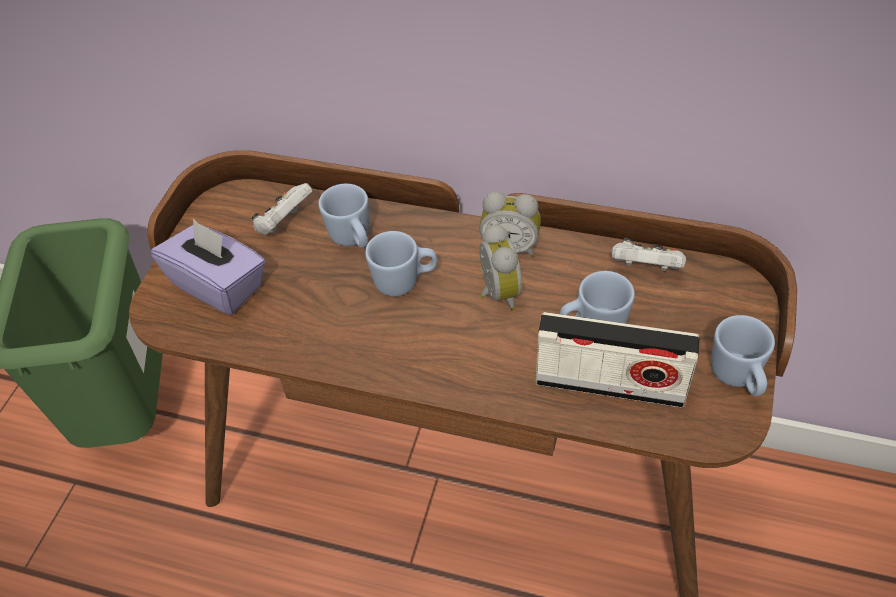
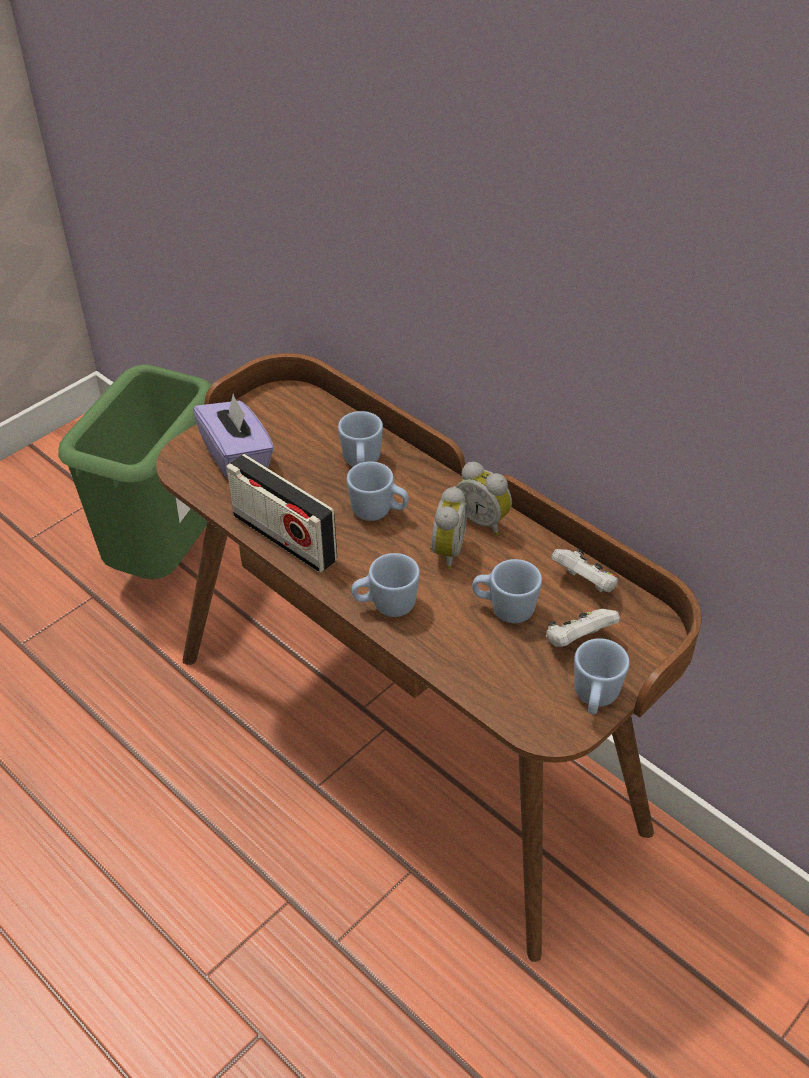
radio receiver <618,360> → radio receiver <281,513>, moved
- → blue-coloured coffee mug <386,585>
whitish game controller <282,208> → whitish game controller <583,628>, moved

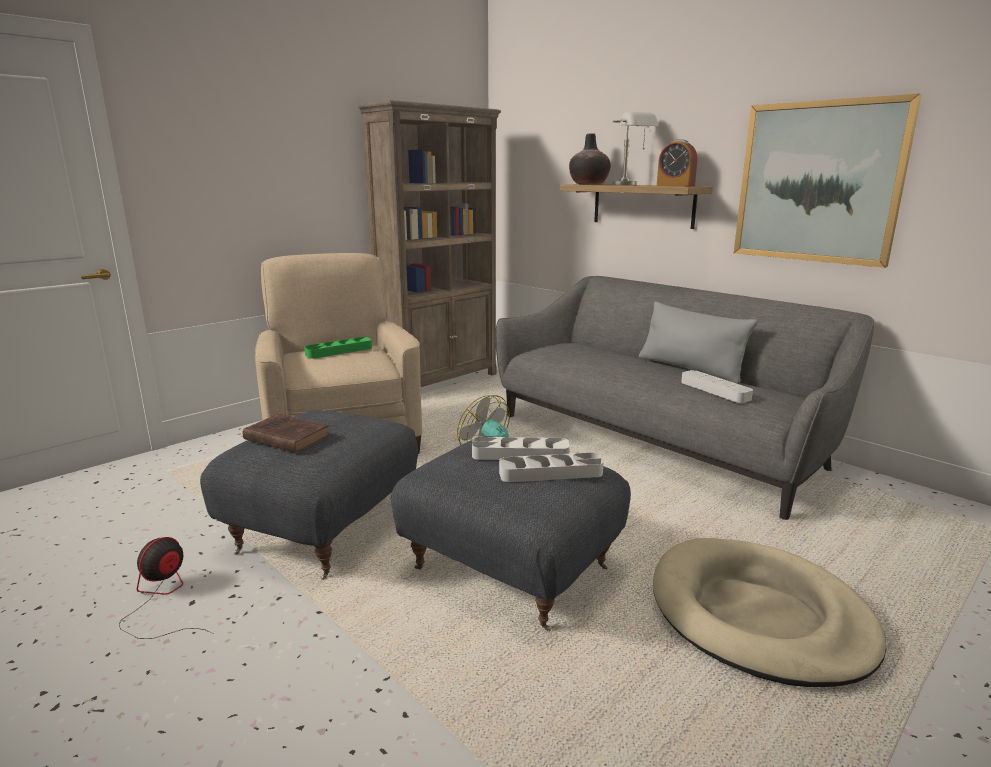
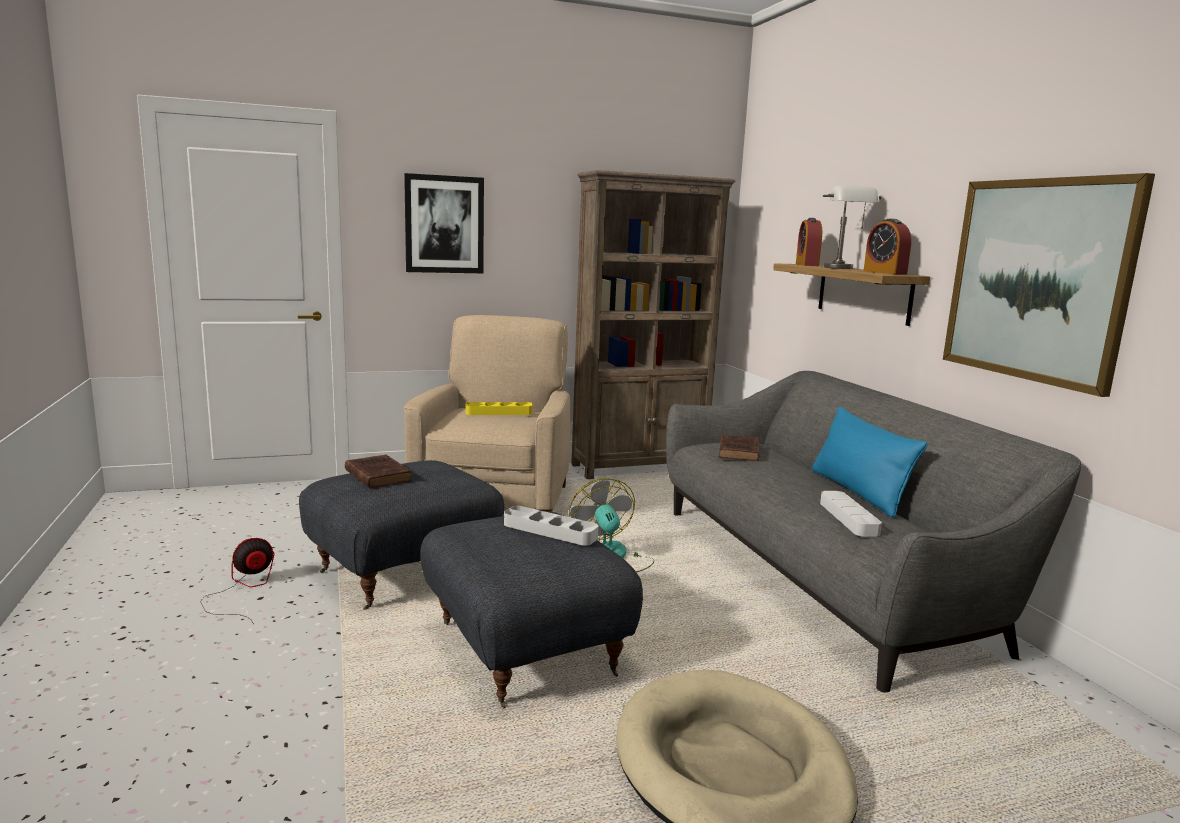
- → wall picture <444,223>
greenish tray <338,348> → yellowish tray <499,408>
- → brown-coloured book <739,447>
flower vase <590,159> → bedside clock <809,242>
gray cushion <698,342> → blue-coloured cushion <870,462>
gray tray <551,467> → -

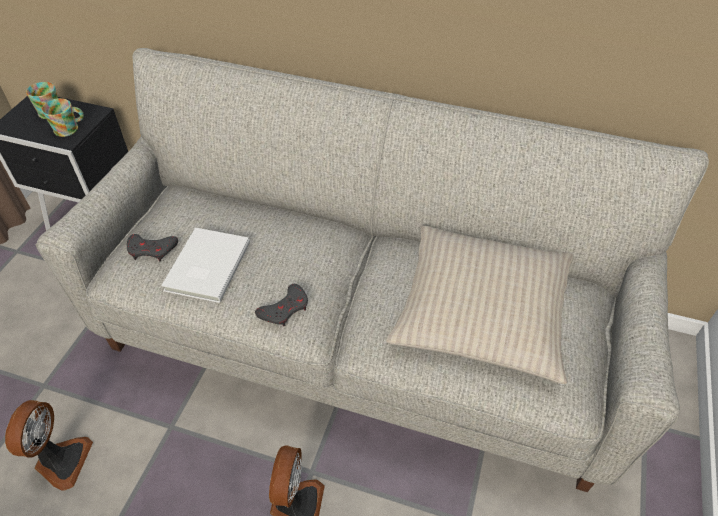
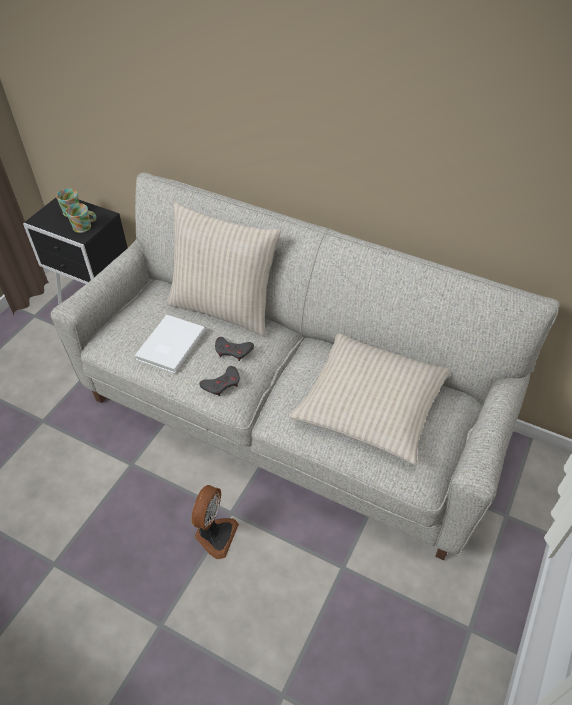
- → sand-coloured cushion <224,269>
gray game controller <152,247> → gray game controller <234,349>, moved
cooling fan <49,445> → -

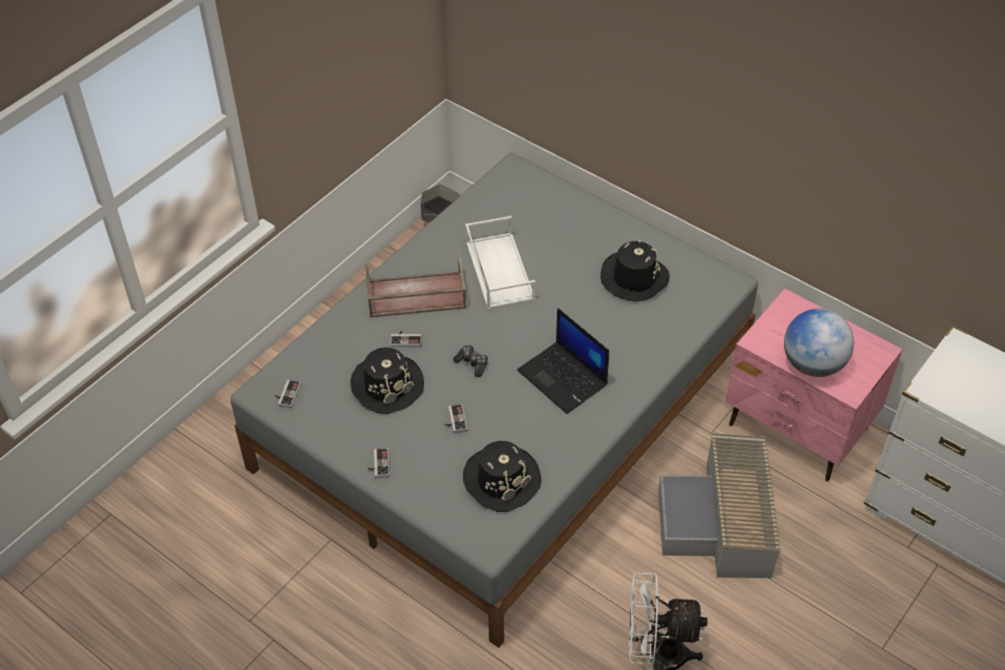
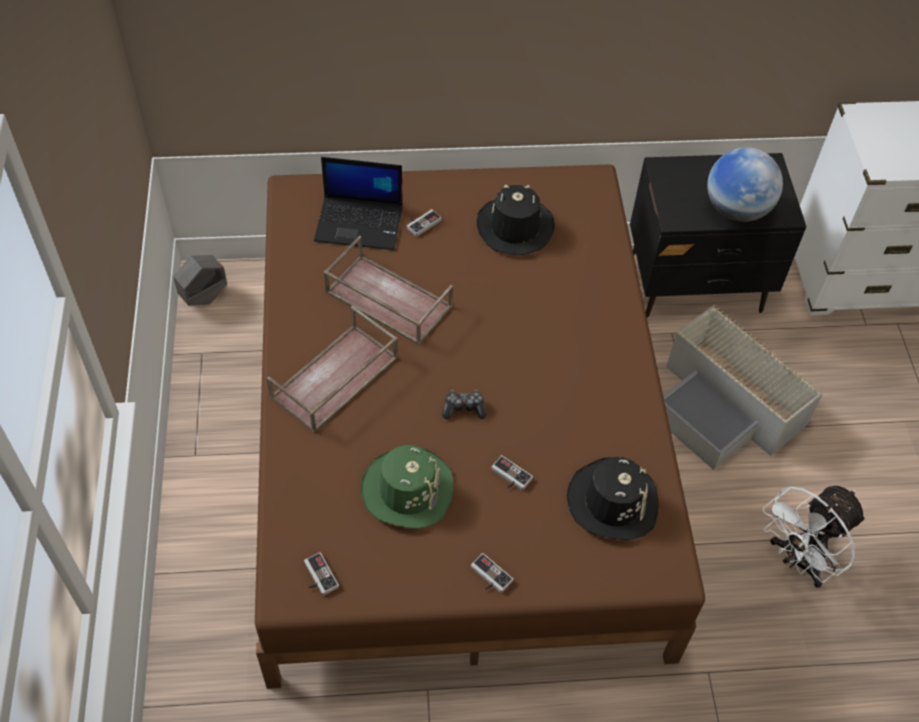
gray bed <494,400> → brown-coloured bed <480,426>
portable computer <563,361> → portable computer <358,203>, moved
whitish tray <500,262> → brown-coloured tray <388,290>
blackish clothing hat <387,380> → greenish clothing hat <407,487>
game controller <406,338> → game controller <424,223>, moved
pink-coloured nightstand <814,385> → blackish nightstand <718,235>

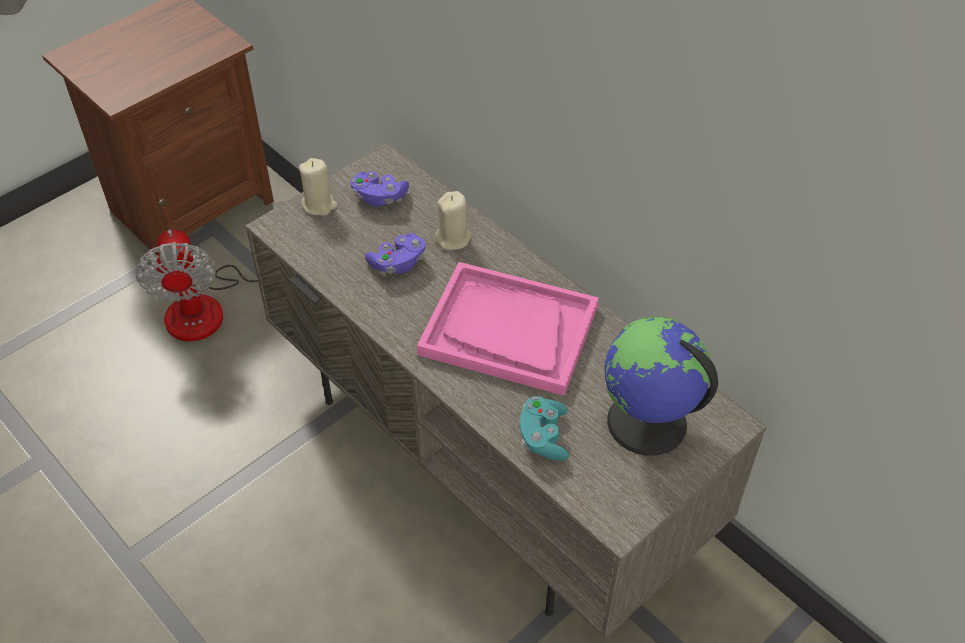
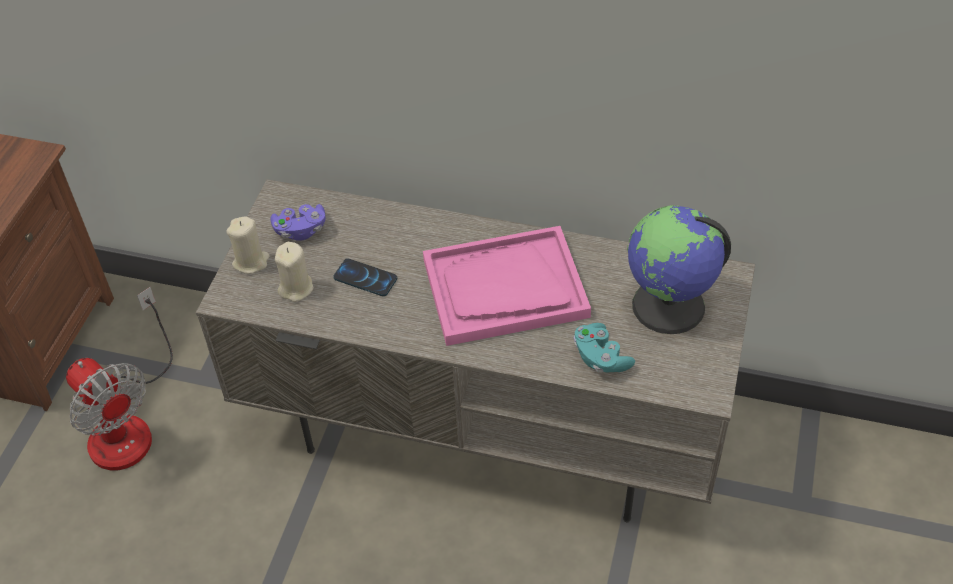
sand-coloured wax light <453,220> → sand-coloured wax light <294,272>, moved
purplish game controller <395,253> → telephone <365,277>

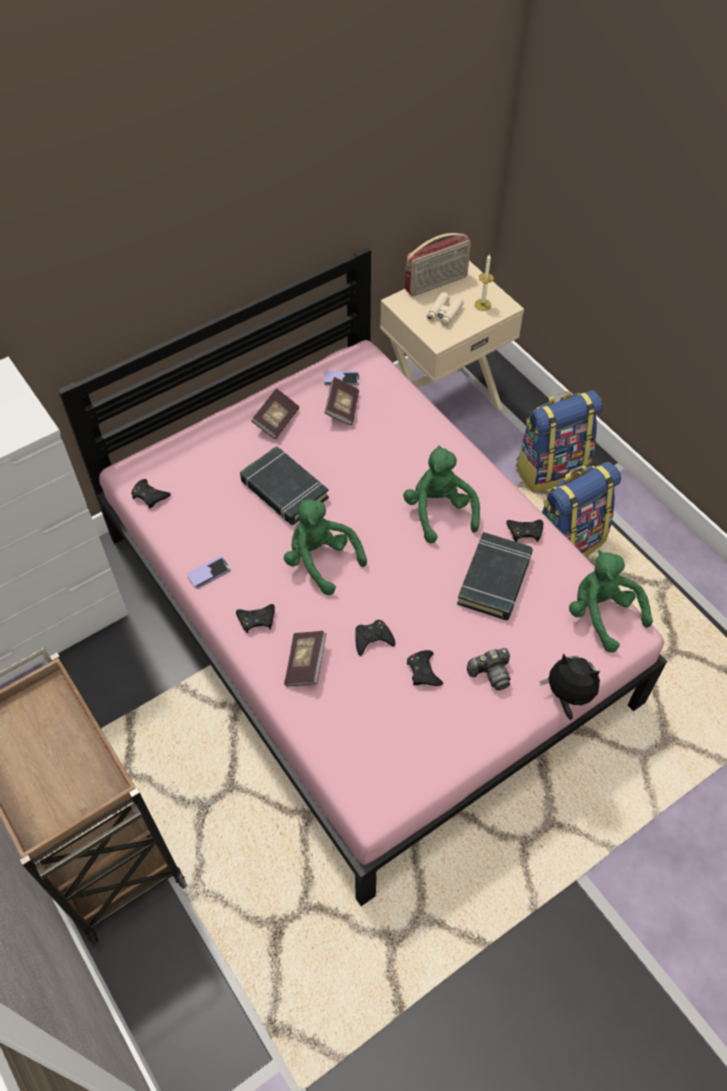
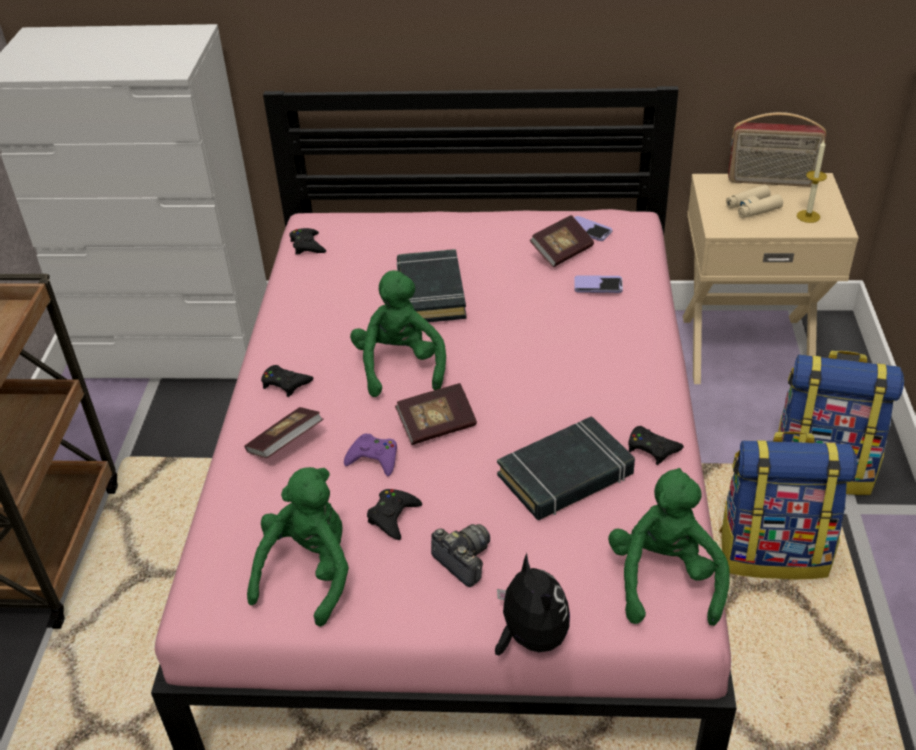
greenish plush toy <441,494> → greenish plush toy <298,547>, moved
blackish game controller <375,638> → purplish game controller <370,455>
book <275,413> → book <436,414>, moved
photo camera <489,669> → photo camera <460,555>, 150 degrees counterclockwise
telephone <209,572> → telephone <598,284>, moved

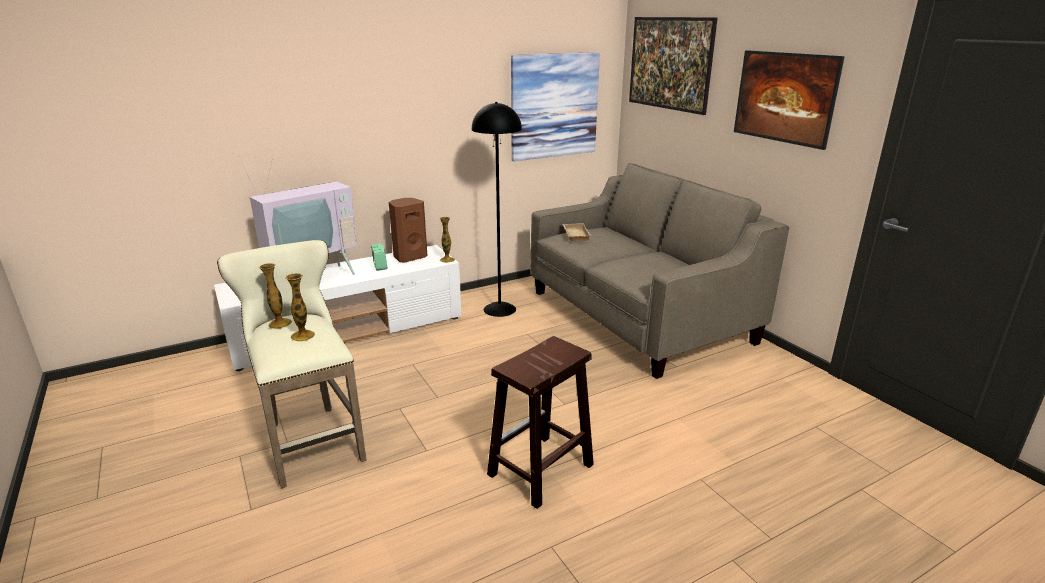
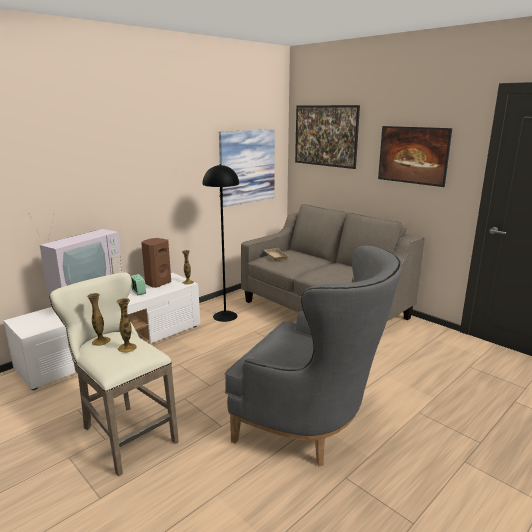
brown-coloured stool <540,422> → gray easy chair <313,355>

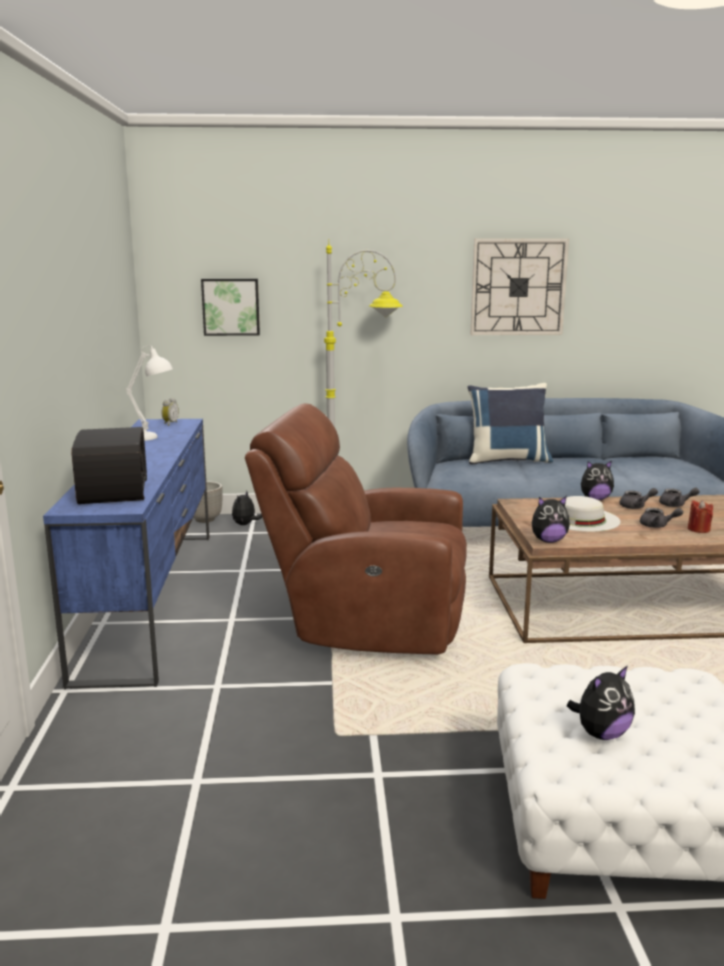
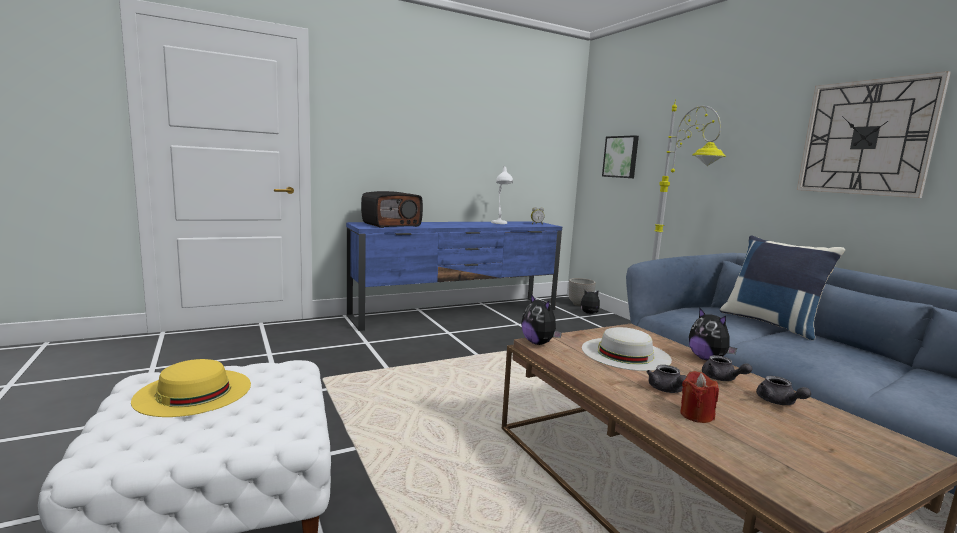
plush toy <601,702> → yellowish clothing hat <191,388>
brown-coloured easy chair <356,529> → -

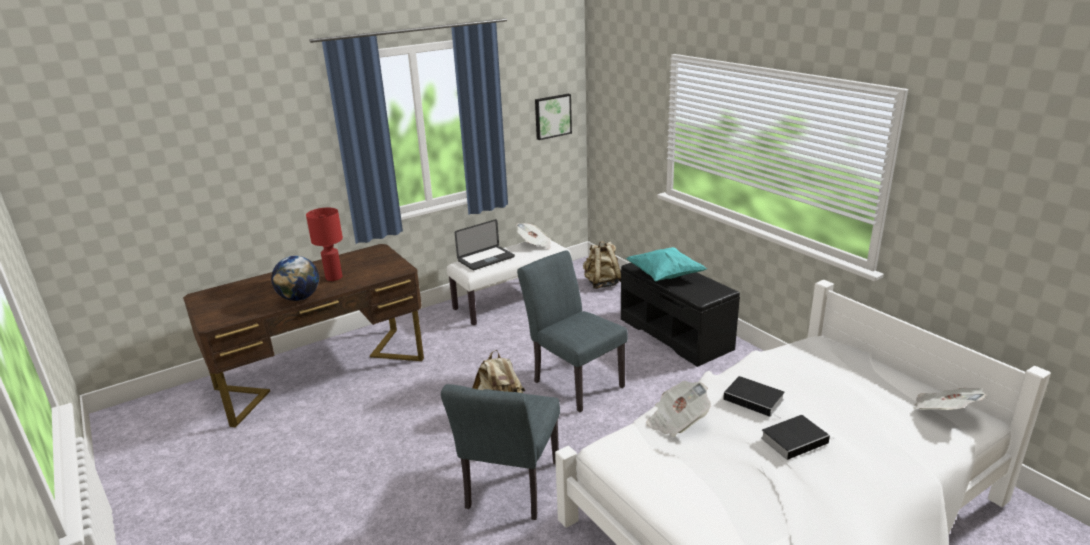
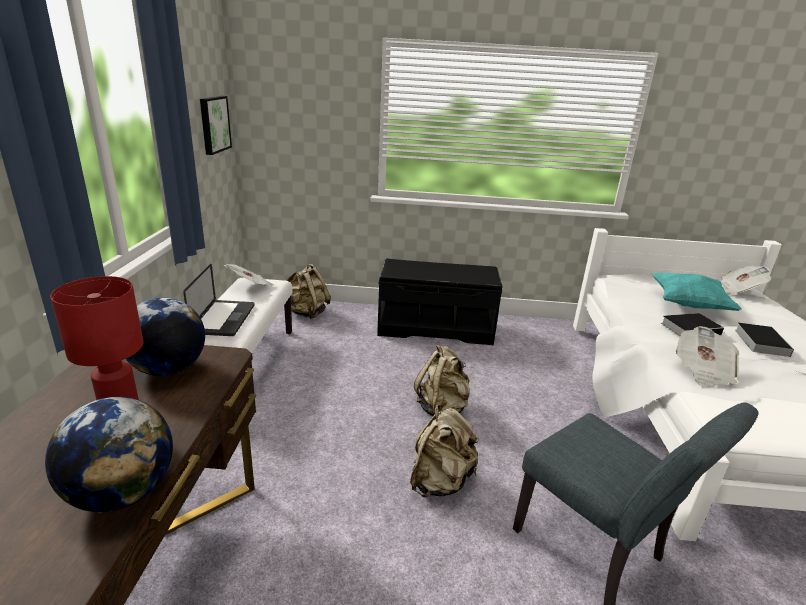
- → globe <165,337>
gray upright chair <572,331> → sand-coloured rucksack <442,380>
turquoise cushion <666,264> → turquoise cushion <697,292>, moved

